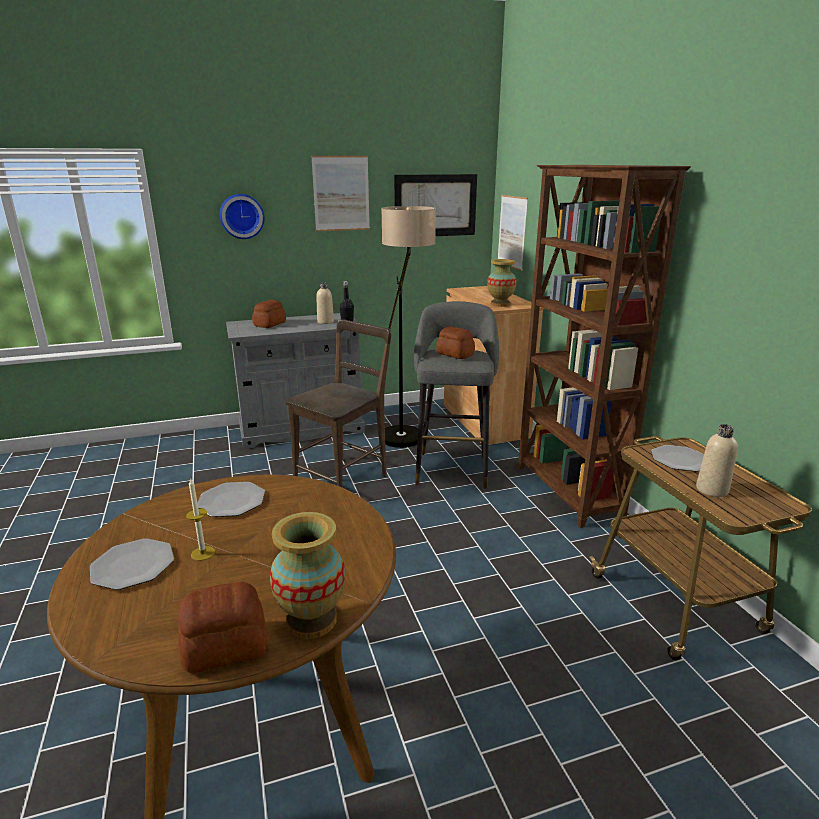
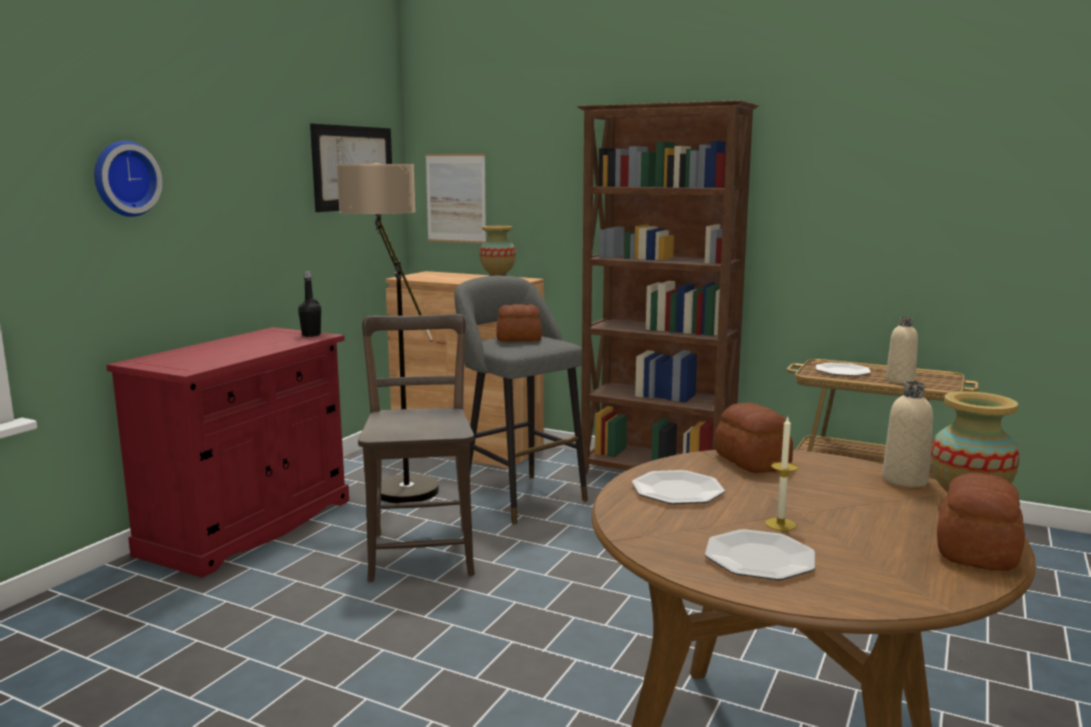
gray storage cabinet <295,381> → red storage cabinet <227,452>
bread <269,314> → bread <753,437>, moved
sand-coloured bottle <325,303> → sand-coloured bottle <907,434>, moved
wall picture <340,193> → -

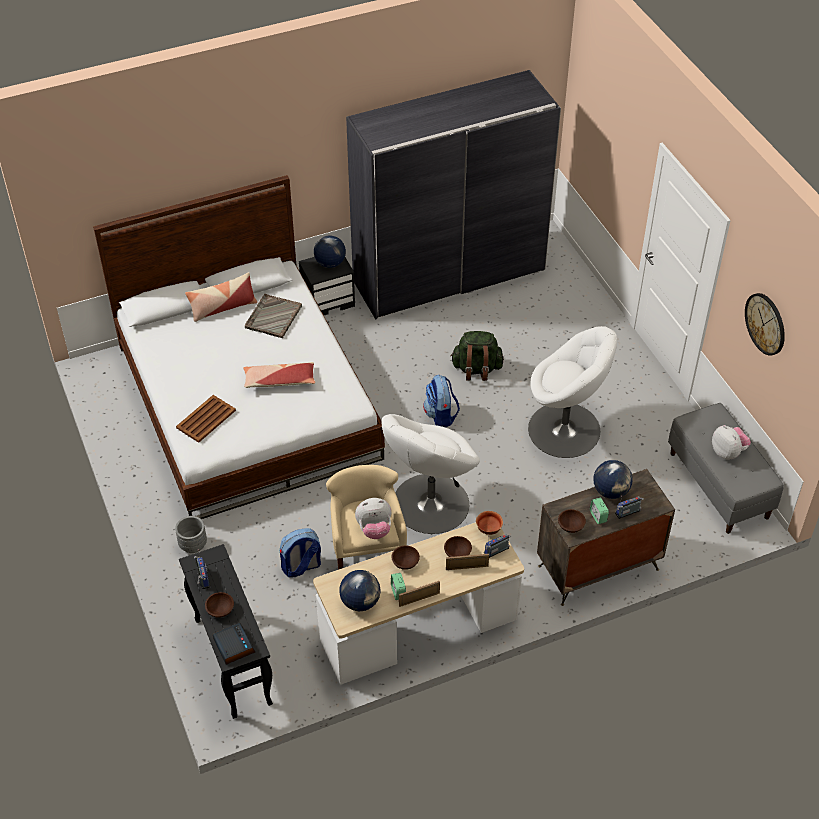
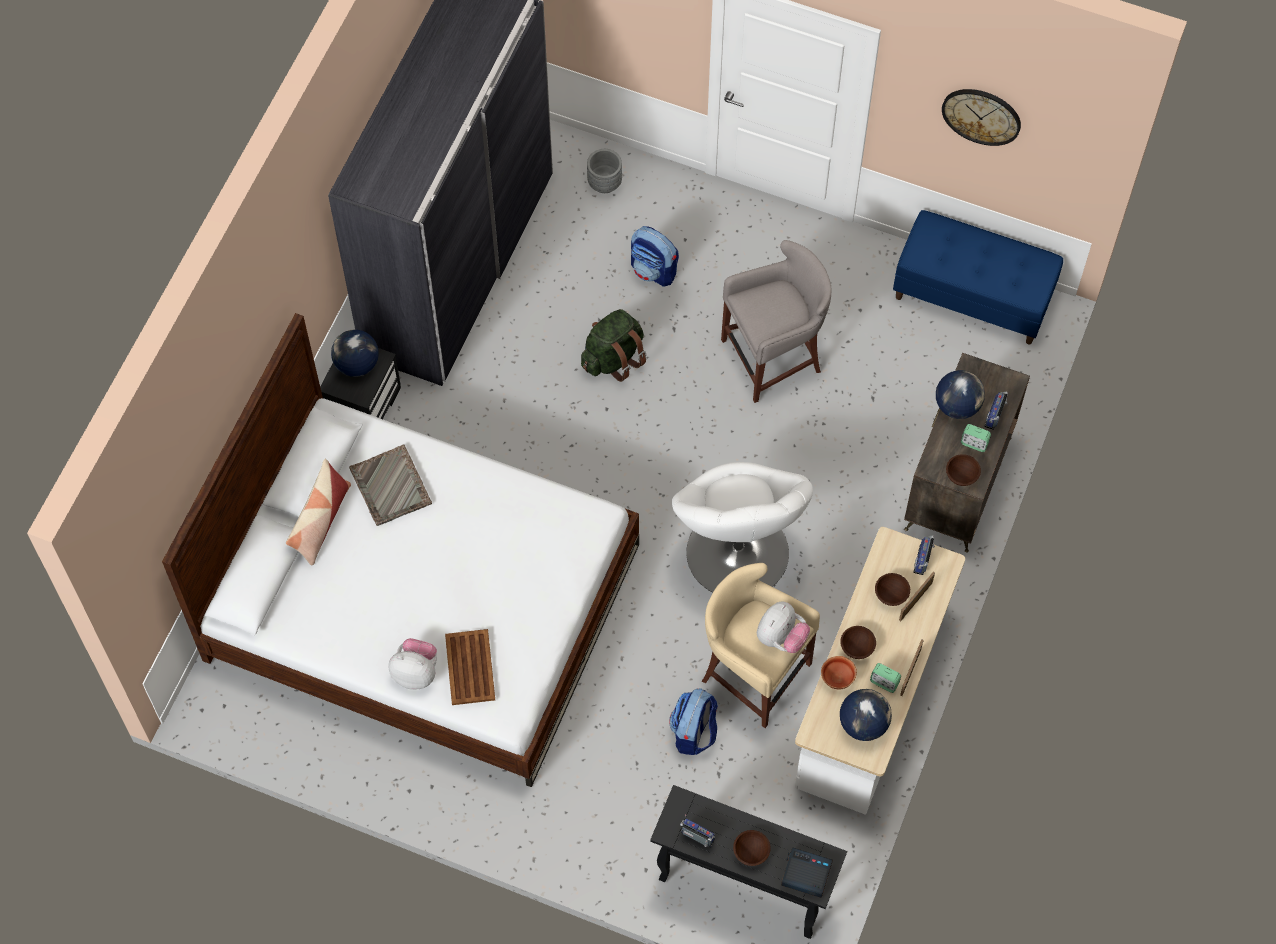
plush toy <731,442> → plush toy <412,664>, moved
gray flower pot <191,534> → gray flower pot <604,171>, moved
rucksack <441,401> → rucksack <655,256>, moved
whitish easy chair <572,392> → gray stool <776,321>
serving bowl <489,523> → serving bowl <839,673>, moved
gray long seat <726,468> → blue-coloured long seat <978,277>
cushion <279,375> → -

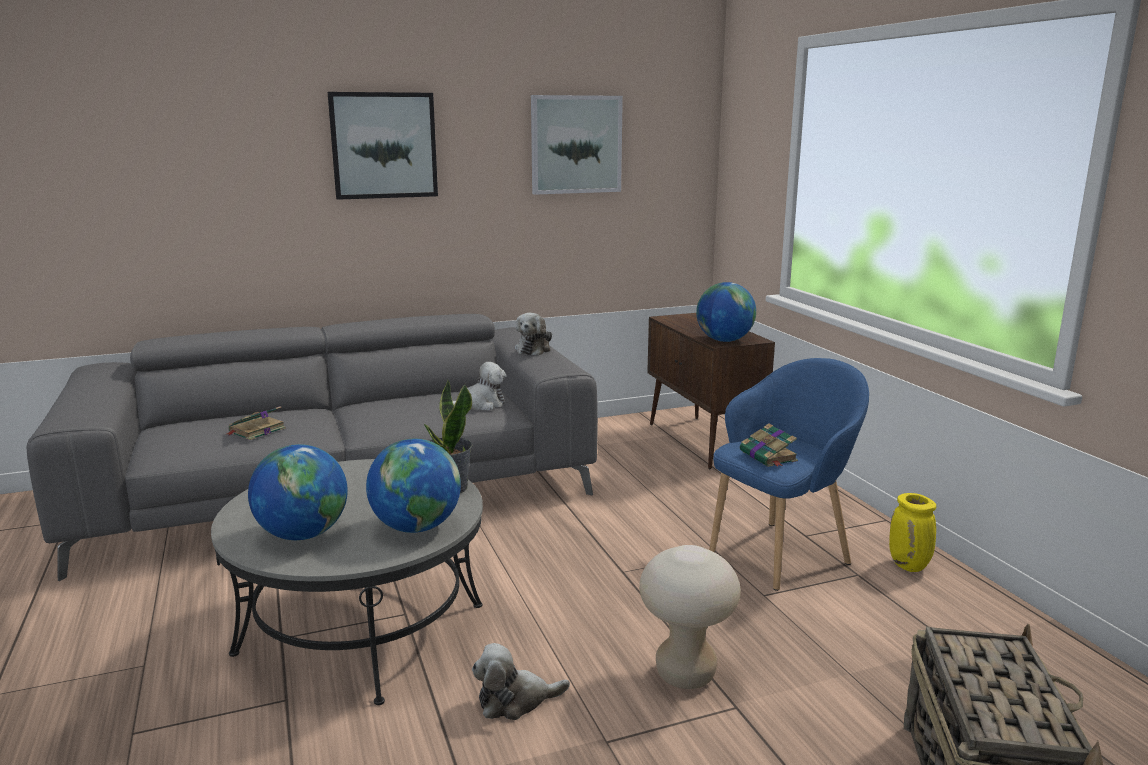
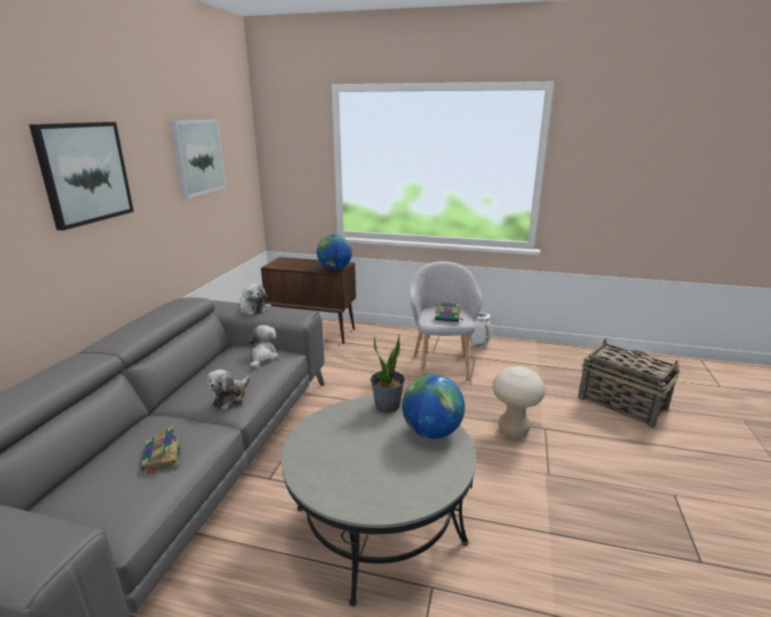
plush toy <521,681> → plush toy <228,389>, moved
blue-coloured easy chair <789,474> → gray easy chair <446,320>
yellowish flower vase <912,532> → whitish flower vase <480,329>
globe <298,492> → -

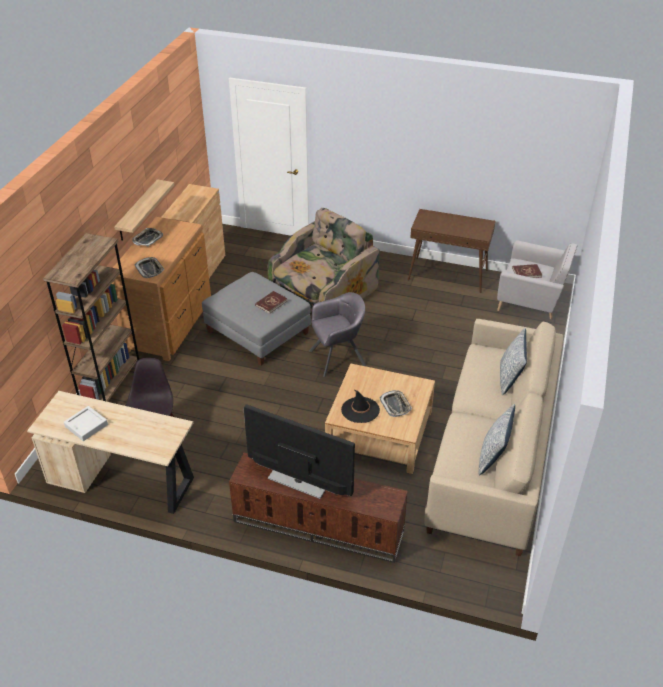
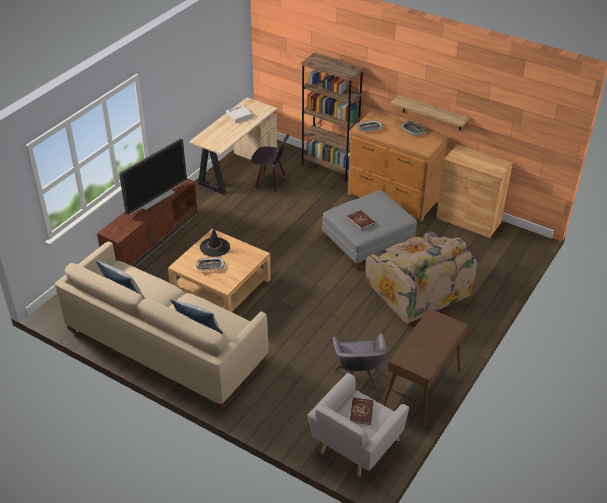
gray easy chair <337,334> → gray easy chair <360,367>, moved

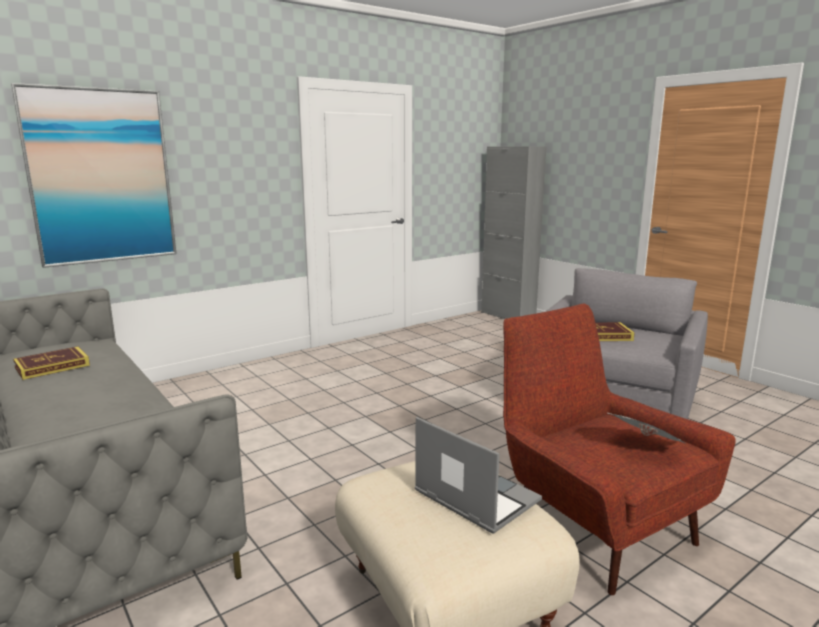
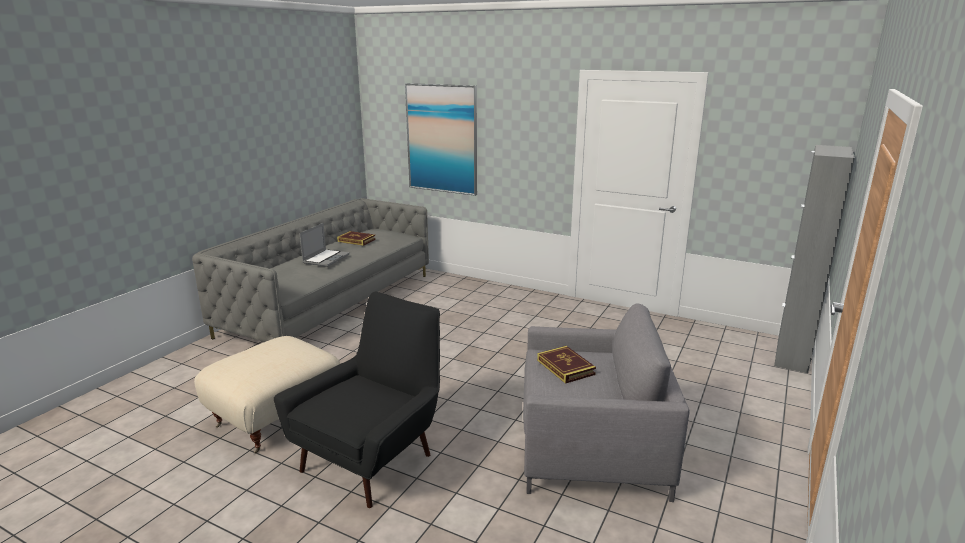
red easy chair <619,449> → blackish easy chair <357,399>
portable computer <478,475> → portable computer <324,245>, moved
printed paper <646,428> → -

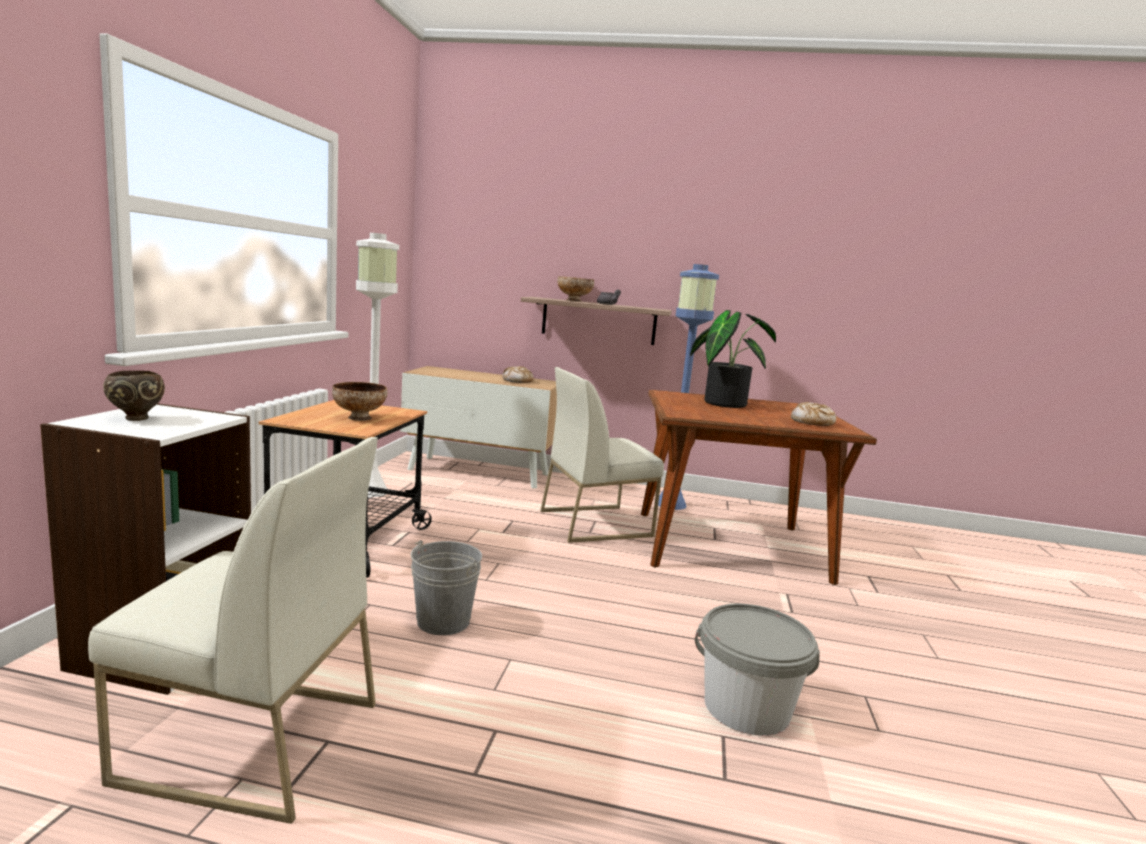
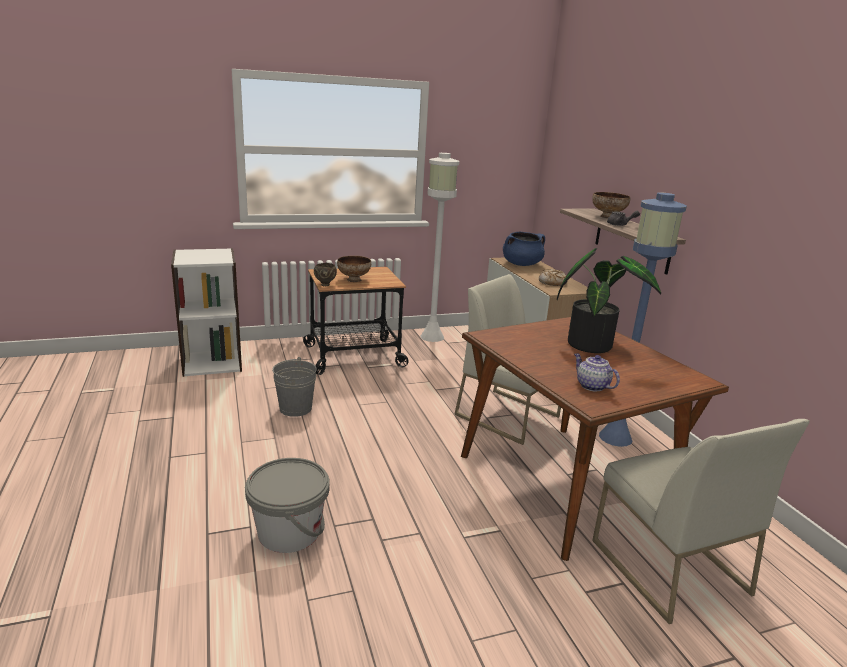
brown-coloured serving bowl <134,396> → brown-coloured serving bowl <325,274>, moved
- → blue-coloured cooking pot <524,249>
bread <813,414> → pot for tea <597,372>
whitish upright chair <233,630> → whitish upright chair <701,521>, moved

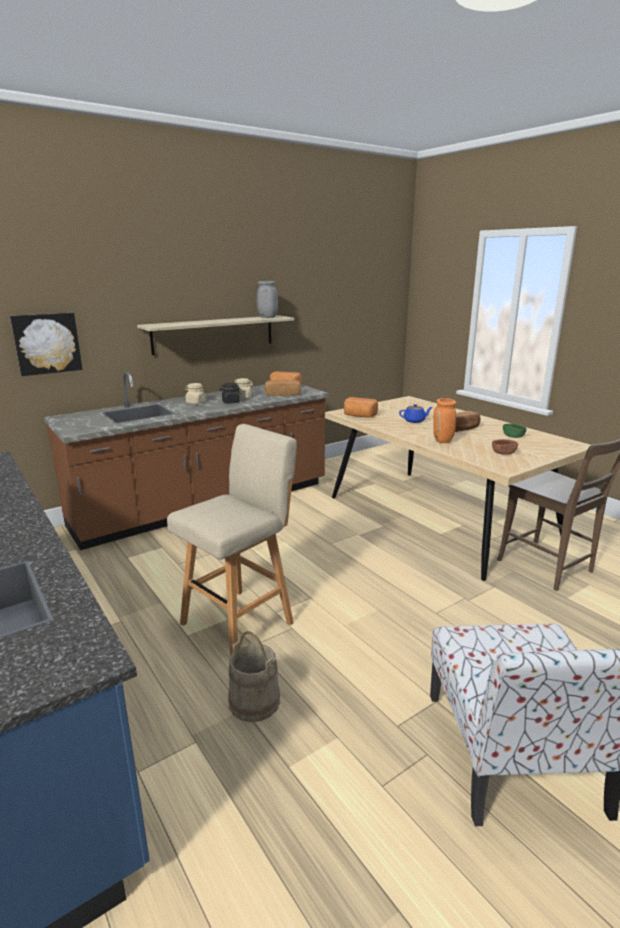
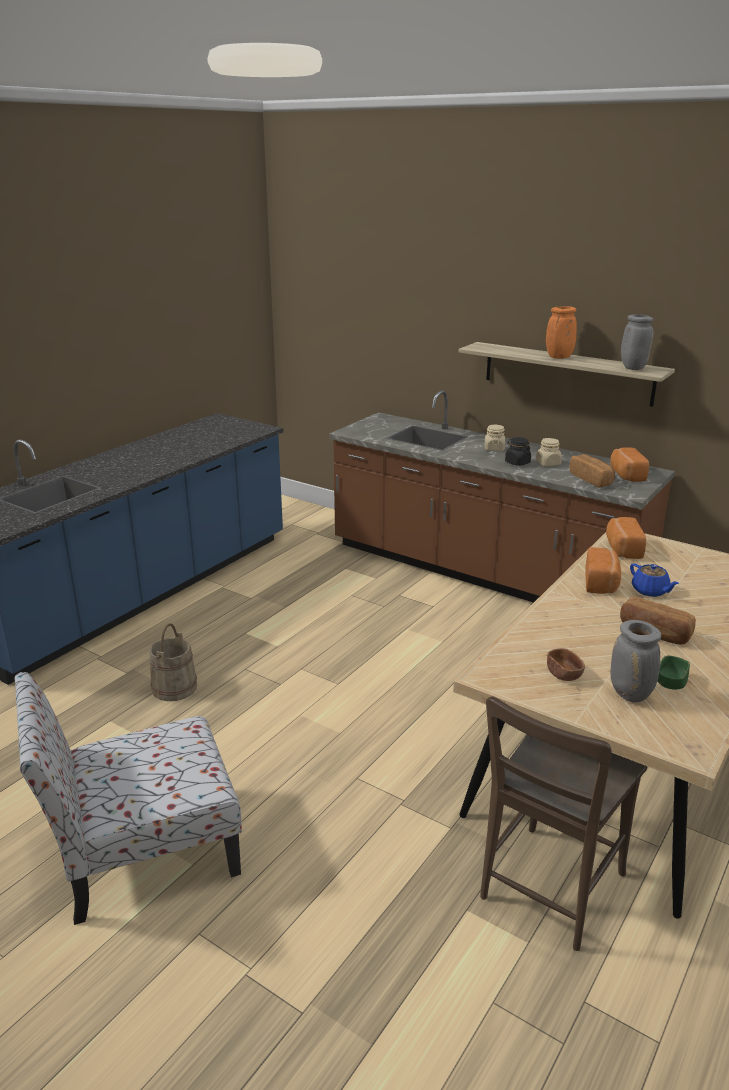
orangey flower vase <444,420> → orangey flower vase <561,332>, moved
- → bread <603,570>
- → gray flower vase <636,661>
wall picture <46,344> → -
sand-coloured stool <232,540> → -

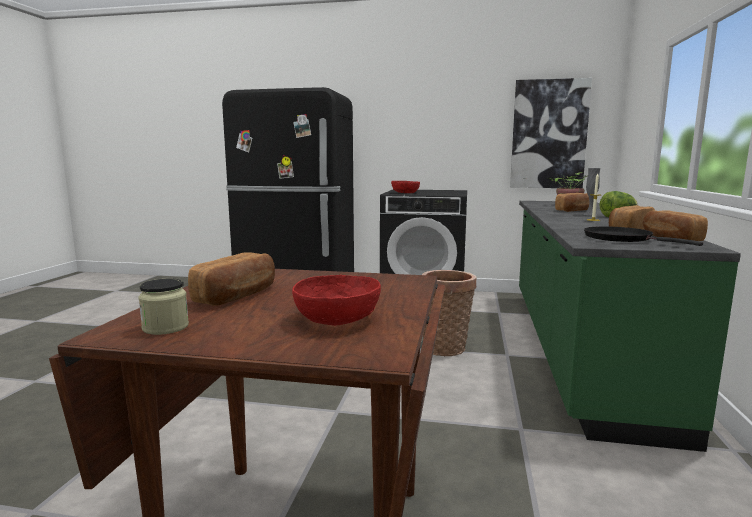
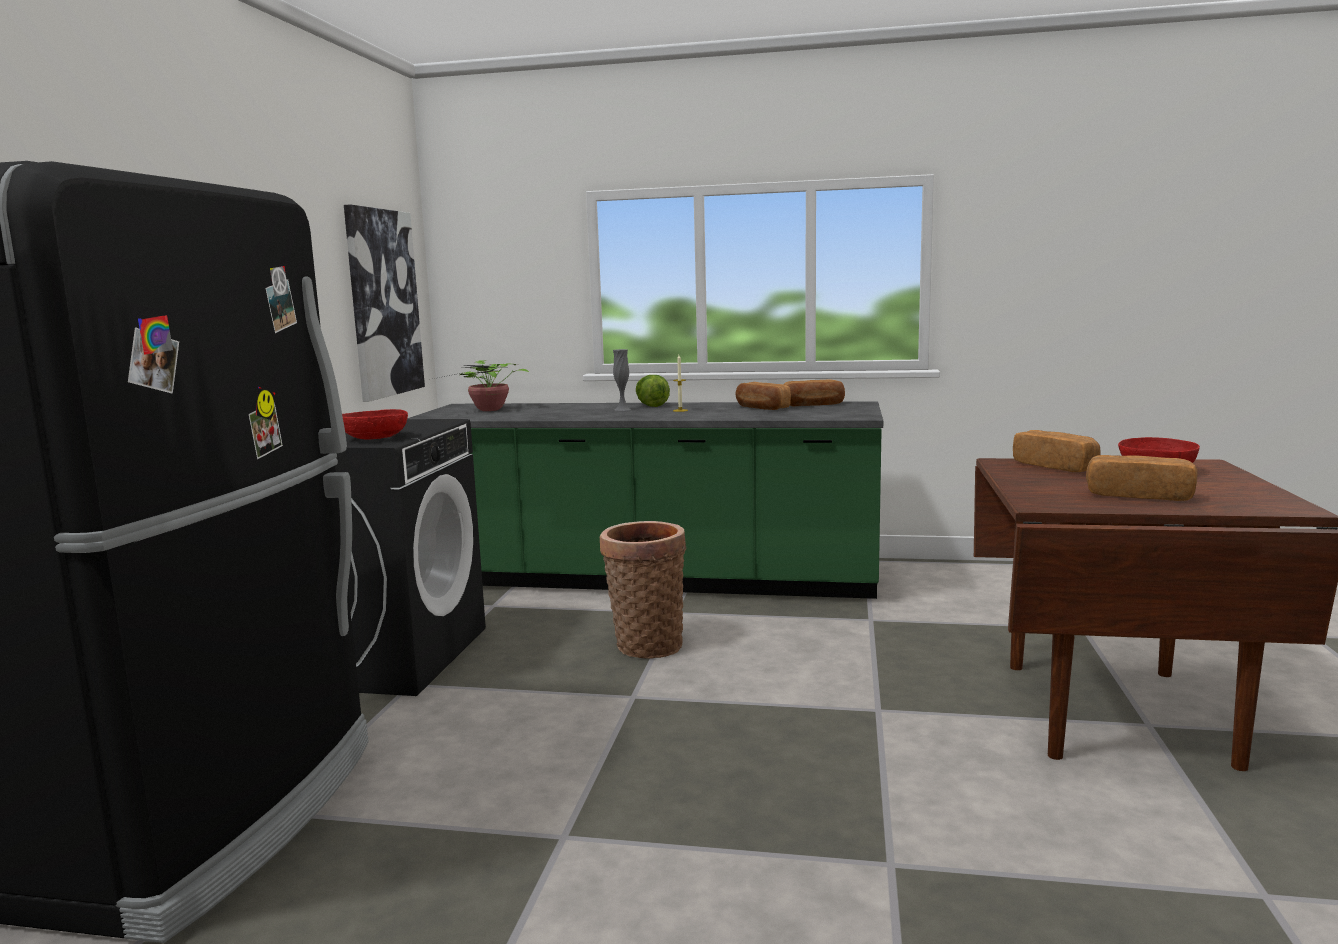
bread <572,202> → bread <1057,451>, moved
preserve jar <163,307> → -
blackish frying pan <643,236> → -

